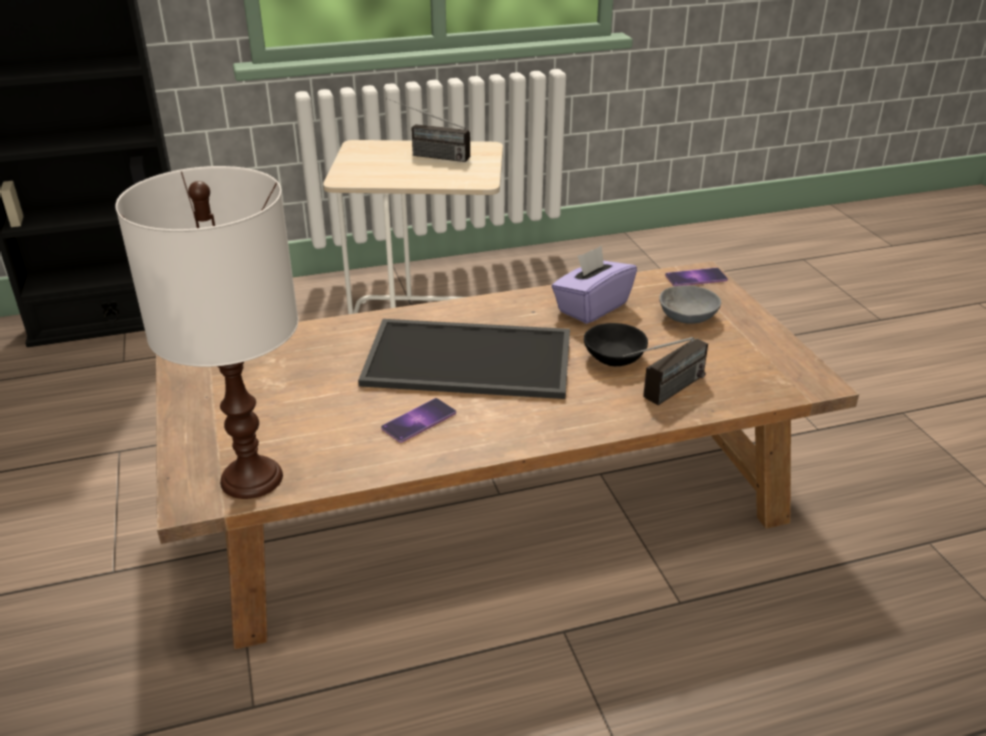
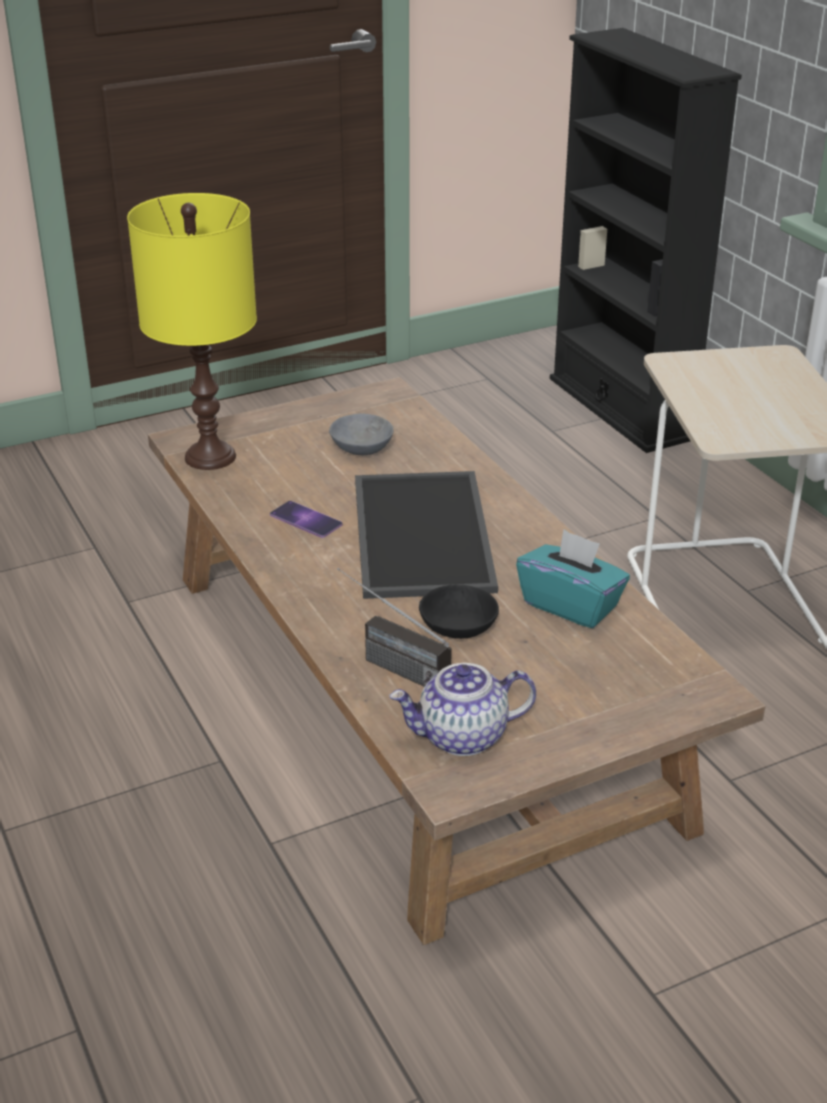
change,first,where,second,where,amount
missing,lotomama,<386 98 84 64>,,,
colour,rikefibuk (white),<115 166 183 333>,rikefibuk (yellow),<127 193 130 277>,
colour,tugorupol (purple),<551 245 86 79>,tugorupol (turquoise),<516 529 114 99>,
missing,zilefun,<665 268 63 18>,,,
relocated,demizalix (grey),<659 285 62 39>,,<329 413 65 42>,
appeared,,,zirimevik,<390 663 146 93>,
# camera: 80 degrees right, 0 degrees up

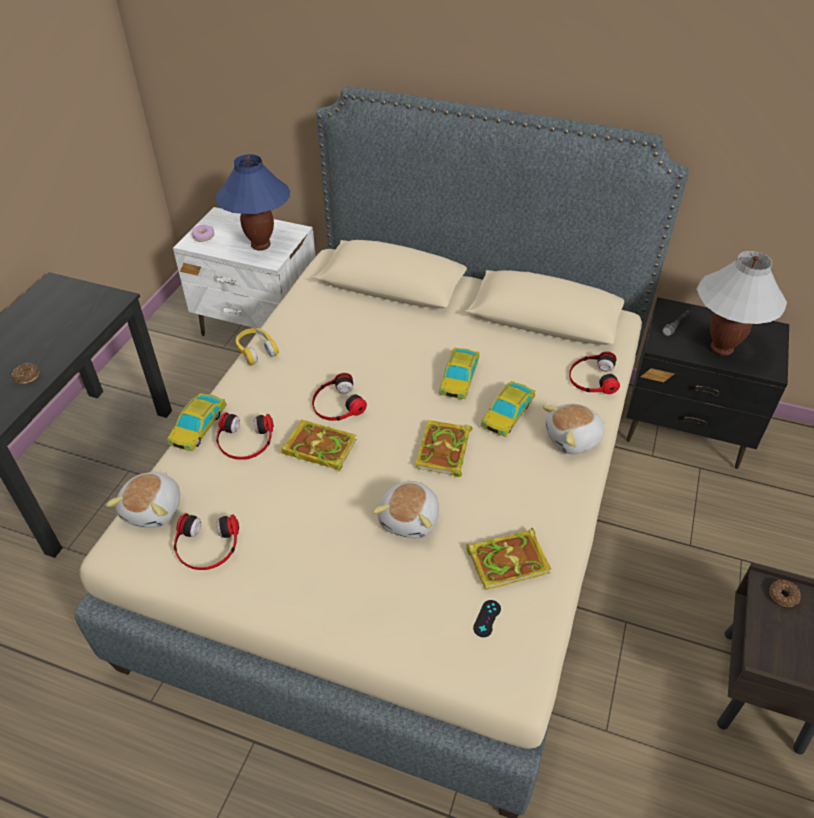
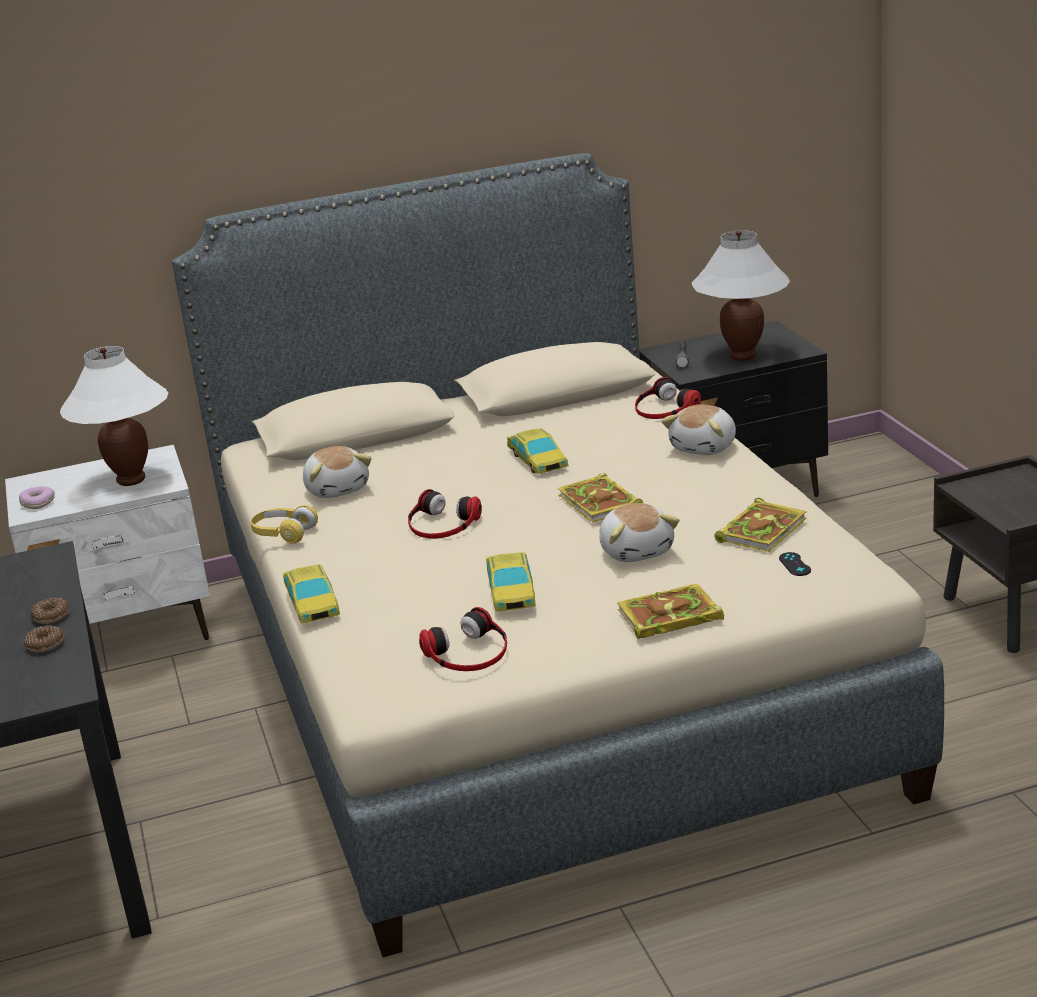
change,first,where,second,where,amount
colour,rikefibuk (blue),<215 154 75 97>,rikefibuk (white),<60 346 108 140>,
relocated,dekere,<481 381 54 56>,,<486 552 50 59>,
missing,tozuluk,<216 412 58 48>,,,
relocated,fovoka,<281 420 76 51>,,<617 584 107 55>,
relocated,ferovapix,<106 472 74 56>,,<303 446 69 52>,
relocated,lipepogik,<770 580 31 27>,,<30 598 39 26>,
# camera: 35 degrees left, 20 degrees down

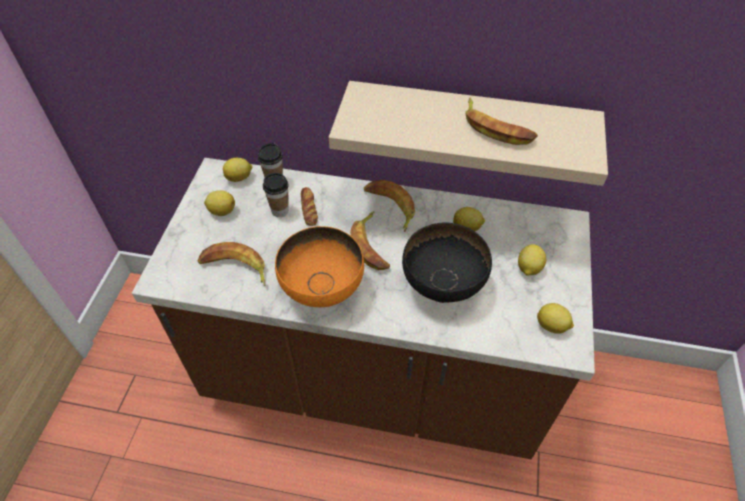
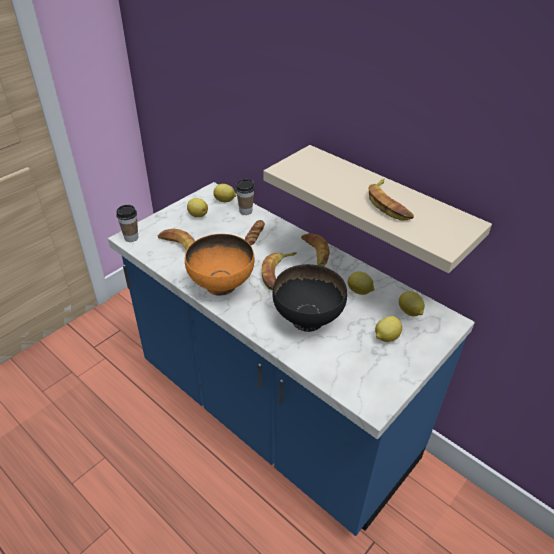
change,first,where,second,where,amount
colour,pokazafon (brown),<132 158 463 301>,pokazafon (blue),<108 182 367 354>,
relocated,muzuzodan,<263 173 26 44>,,<116 205 23 37>,
relocated,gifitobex,<537 303 37 31>,,<399 291 26 25>,
# camera: 30 degrees right, 10 degrees down

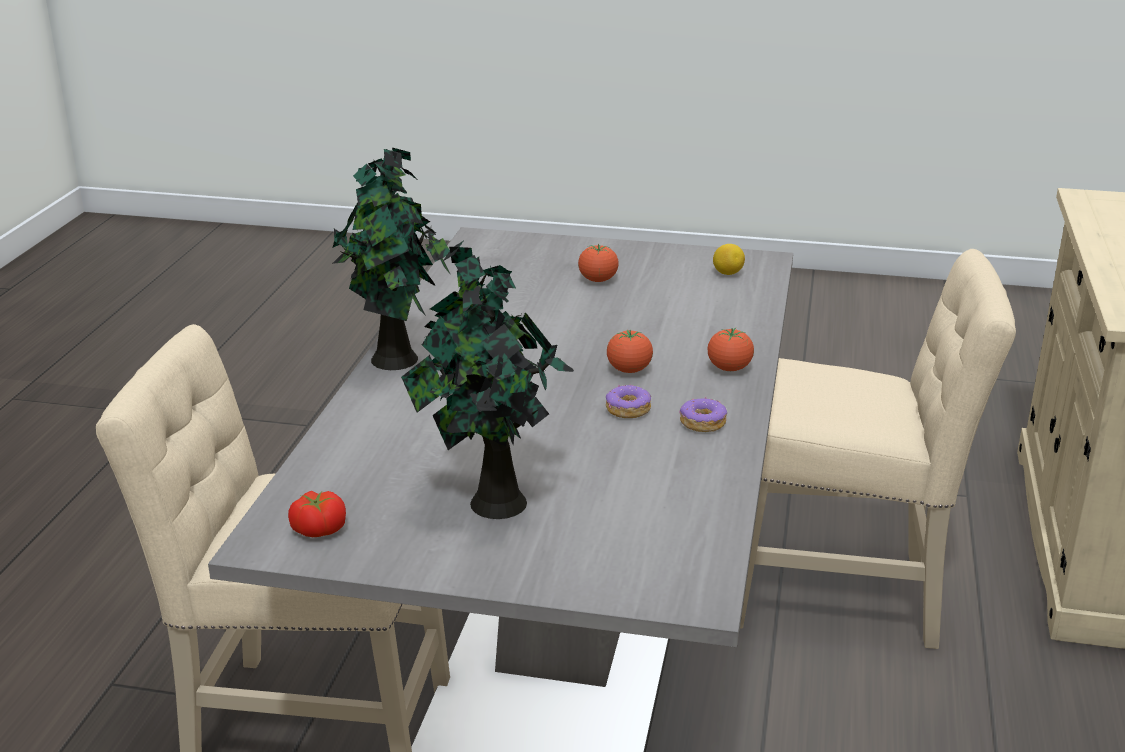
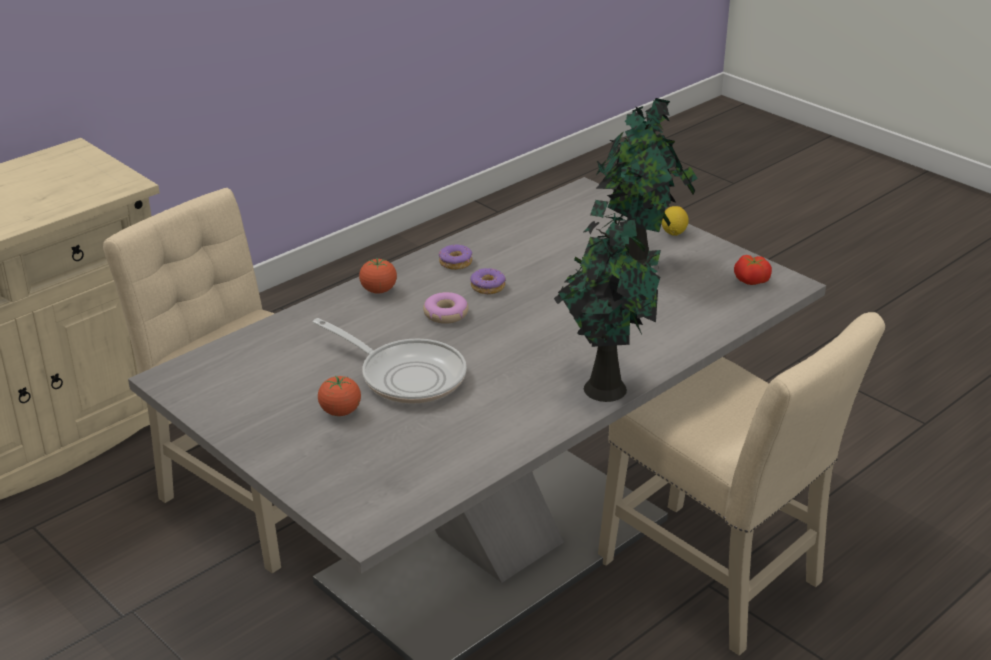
change,first,where,second,where,amount
relocated,gifitobex,<713 244 32 31>,,<662 206 27 30>,
exchanged,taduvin,<607 330 46 43>,lipepogik,<423 292 46 32>,
appeared,,,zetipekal,<313 318 154 86>,
# camera: 145 degrees left, 5 degrees up

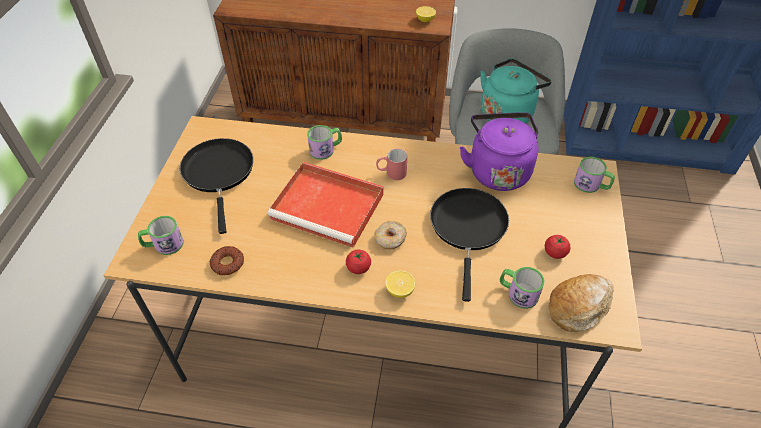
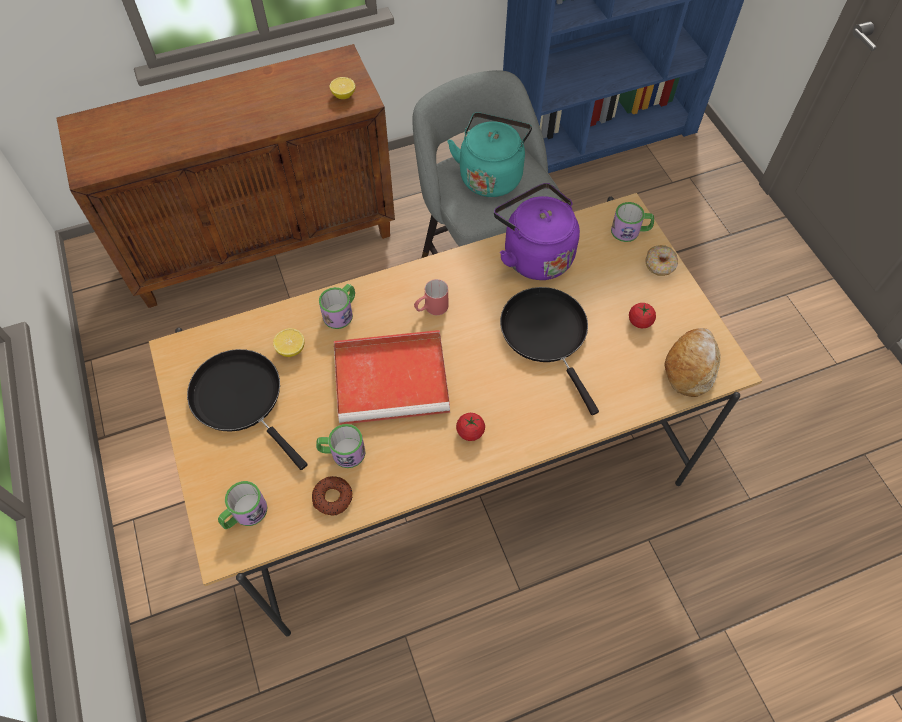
change,first,where,second,where,amount
relocated,lipepogik,<374 221 33 28>,,<646 245 32 31>,
relocated,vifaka,<500 267 45 42>,,<316 424 49 44>,
relocated,gifitobex,<385 270 30 28>,,<273 328 32 29>,
# camera: 30 degrees left, 10 degrees up

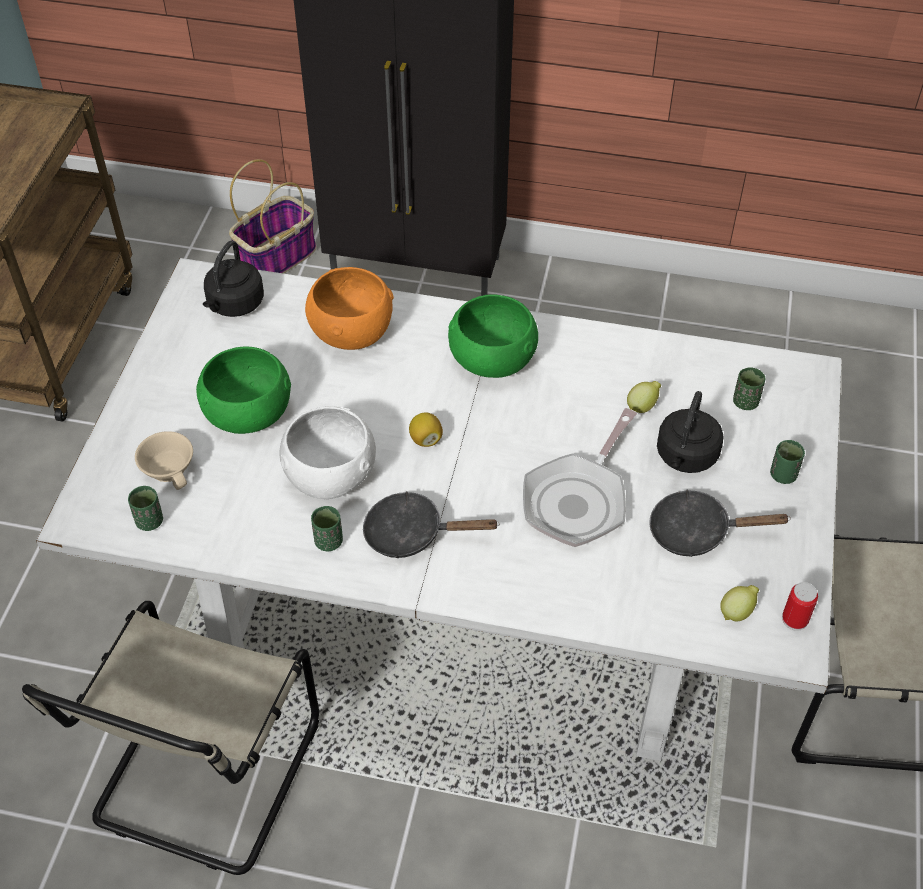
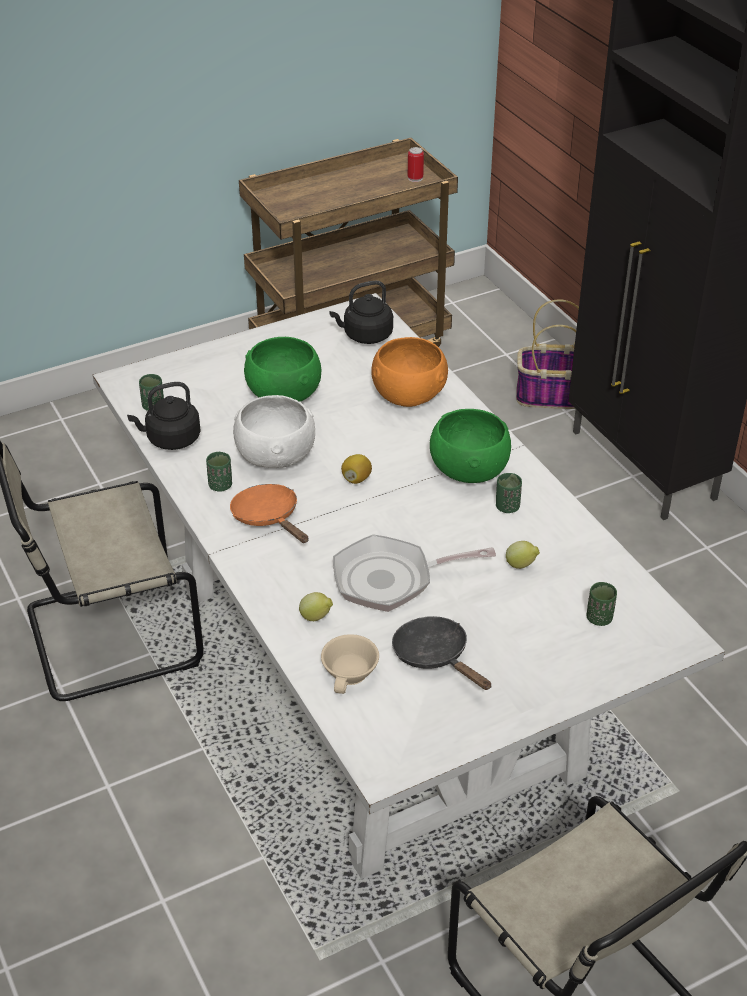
change,first,where,second,where,amount
relocated,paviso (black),<657 391 67 82>,,<127 382 74 68>,
relocated,muzuzodan (beige),<135 431 58 59>,,<321 634 58 60>,
relocated,muzuzodan (green),<770 440 35 44>,,<496 473 26 40>,
colour,zetipekal (black),<363 491 136 67>,zetipekal (orange),<230 484 79 59>,
relocated,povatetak,<782 582 36 49>,,<408 147 16 35>,
relocated,gifitobex,<720 585 39 36>,,<299 592 34 29>,
# camera: 50 degrees right, 10 degrees down

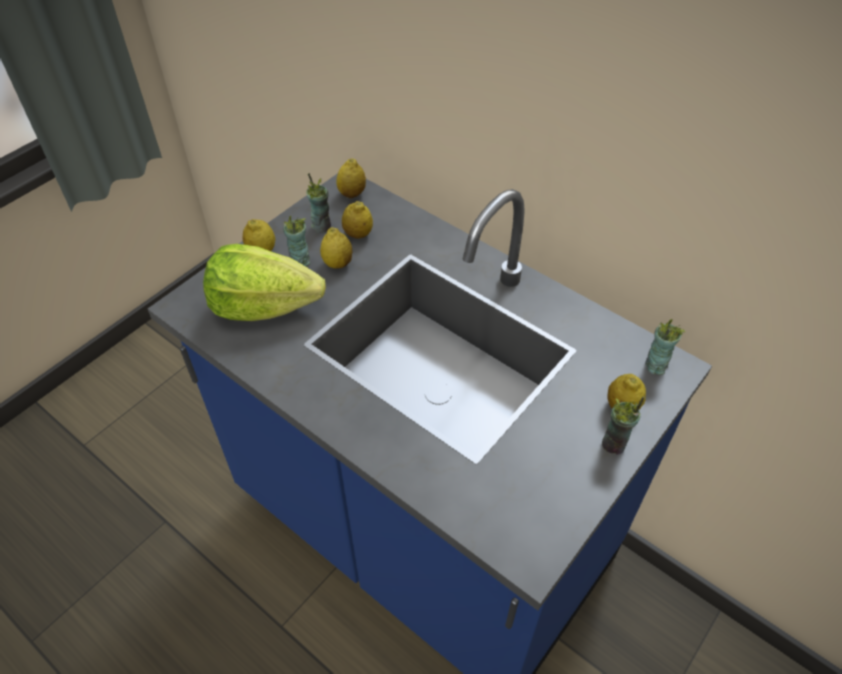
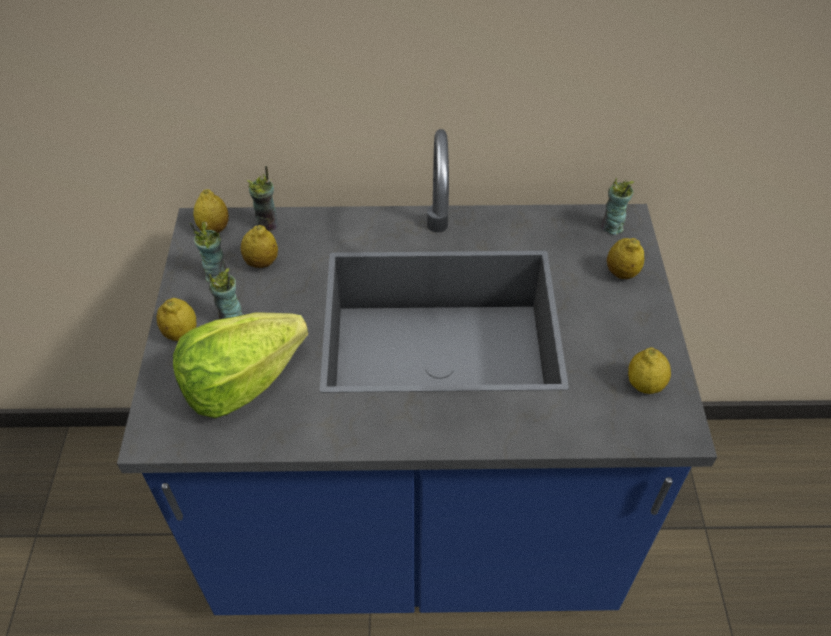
change,first,where,second,where,amount
relocated,gifitobex,<320 227 32 42>,,<628 347 43 47>,
relocated,muzuzodan,<602 397 42 58>,,<247 166 31 65>,
# camera: 40 degrees left, 0 degrees up

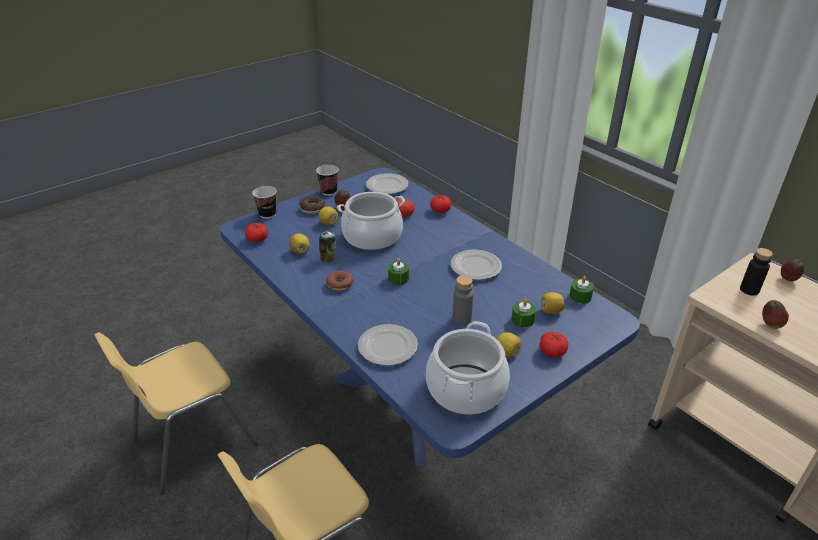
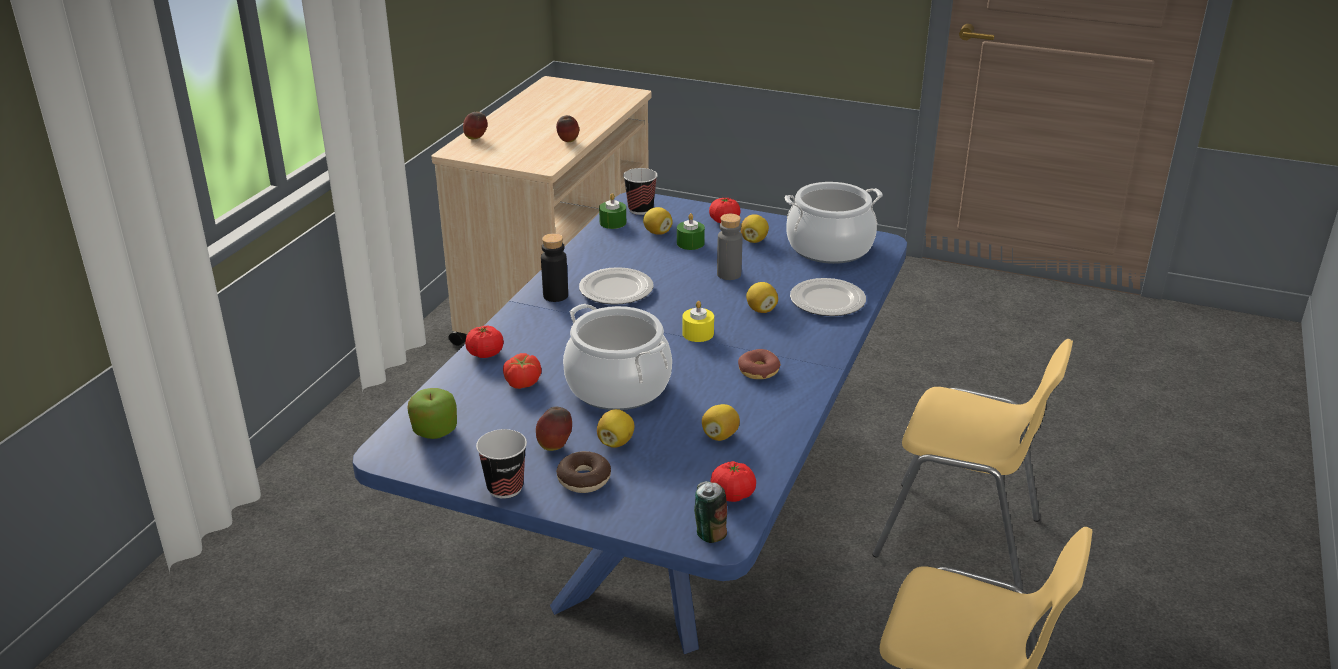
change,first,where,second,where,amount
exchanged,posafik,<366 173 42 21>,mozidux,<407 388 50 51>,
relocated,muzuzodan,<252 186 25 33>,,<623 168 35 47>,
relocated,povatetak,<319 231 17 31>,,<694 481 33 62>,
relocated,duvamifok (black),<740 248 33 48>,,<541 233 27 69>,
colour,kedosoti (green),<388 258 21 27>,kedosoti (yellow),<682 301 32 41>,
appeared,,,gifitobex,<746 282 32 31>,
# camera: 120 degrees left, 5 degrees down

